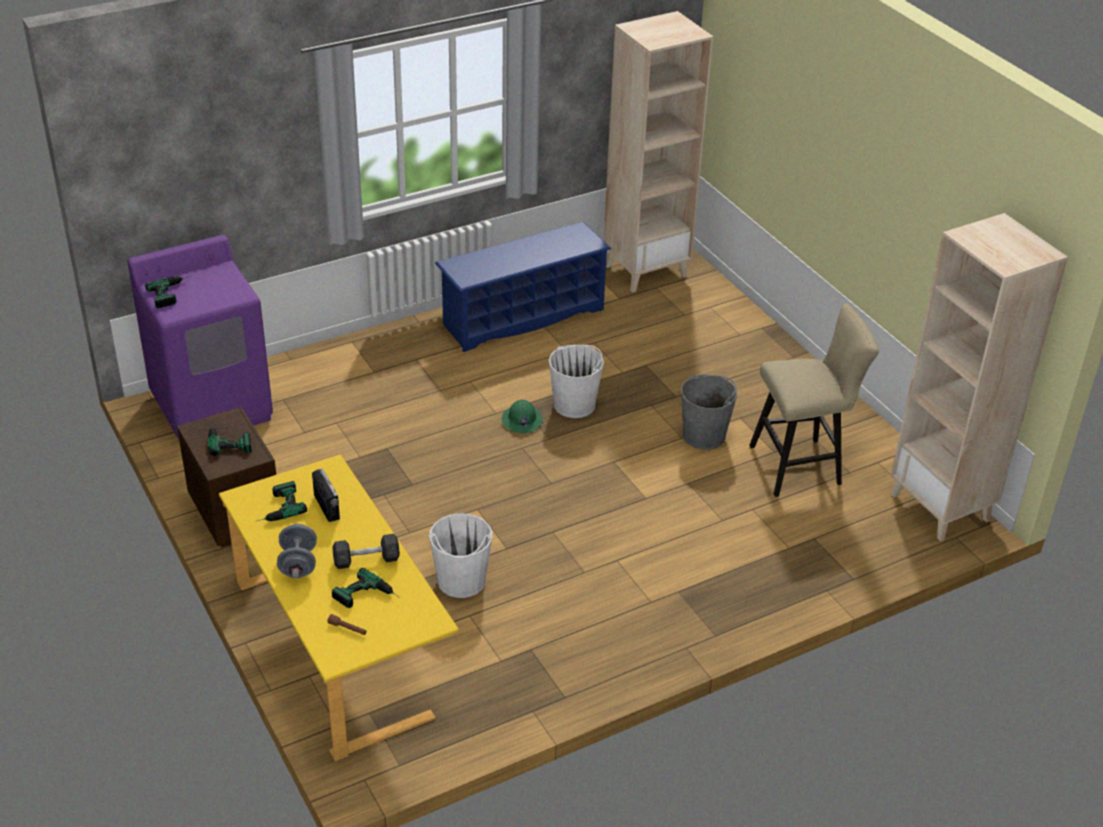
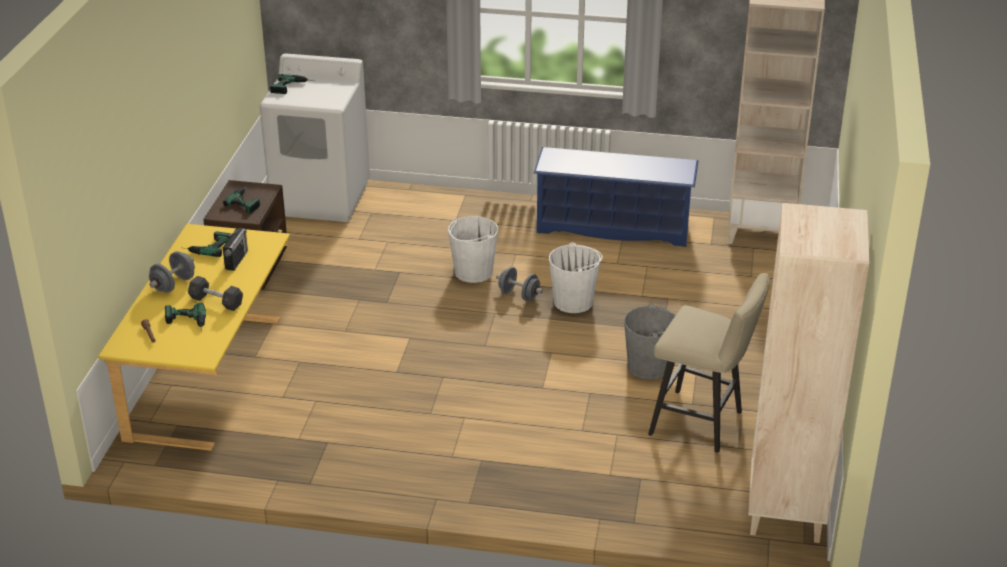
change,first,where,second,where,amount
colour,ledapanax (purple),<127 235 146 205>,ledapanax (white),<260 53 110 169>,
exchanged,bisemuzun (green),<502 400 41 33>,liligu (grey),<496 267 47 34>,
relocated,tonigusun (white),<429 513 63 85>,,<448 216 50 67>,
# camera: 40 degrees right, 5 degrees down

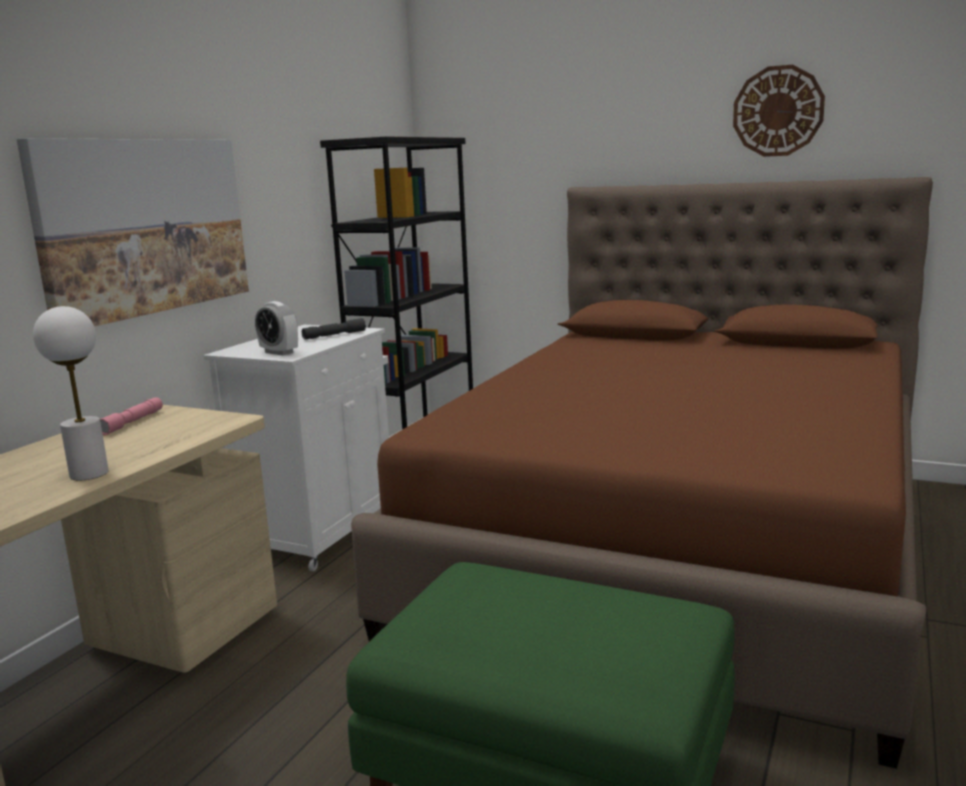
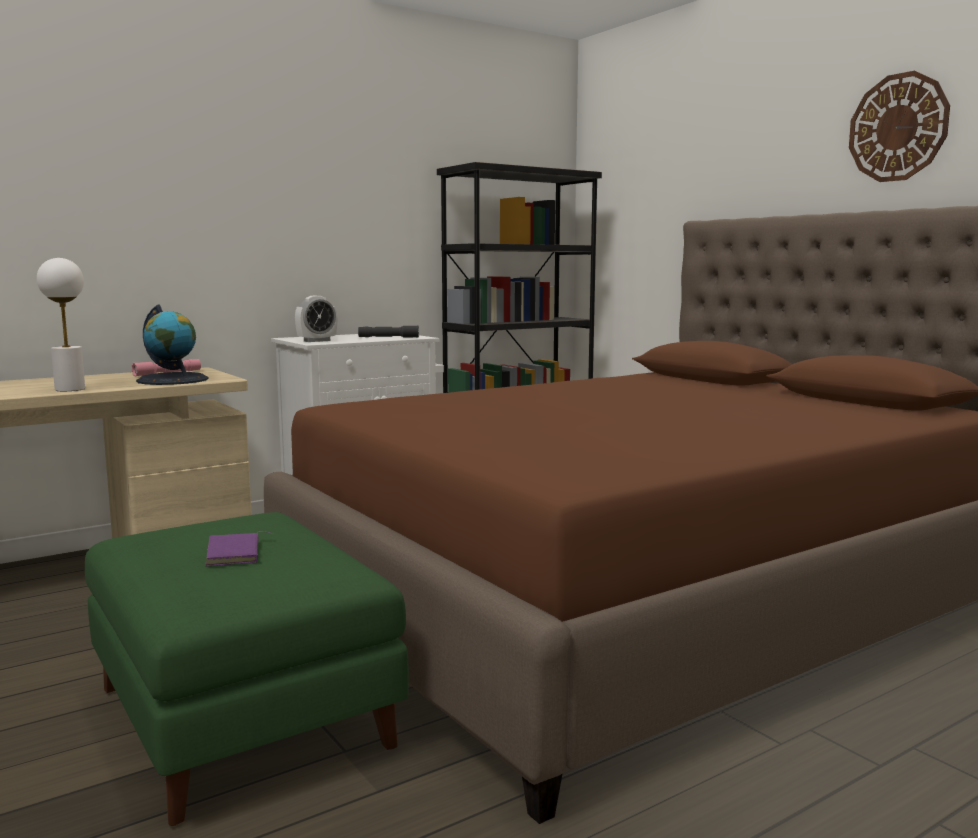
change,first,where,second,where,amount
missing,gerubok,<17 138 232 188>,,,
spun,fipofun,<255 301 43 54>,,<295 296 42 46>,105 degrees counterclockwise
appeared,,,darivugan,<136 305 73 80>,
appeared,,,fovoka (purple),<205 531 68 35>,
# camera: 30 degrees right, 5 degrees down

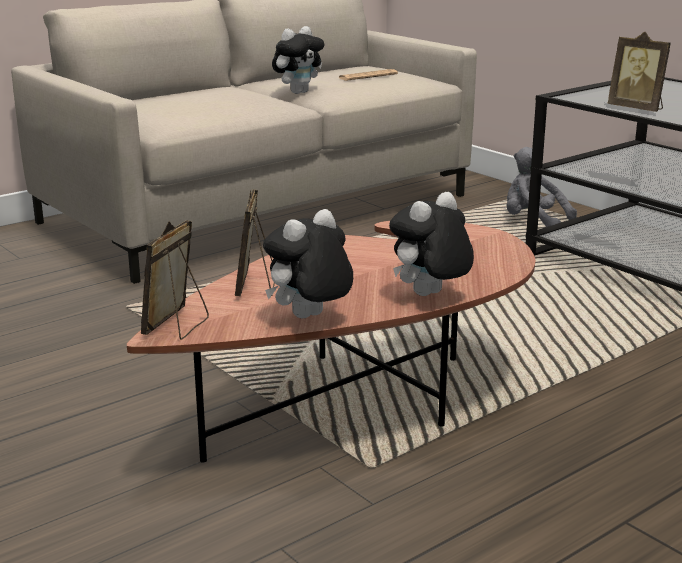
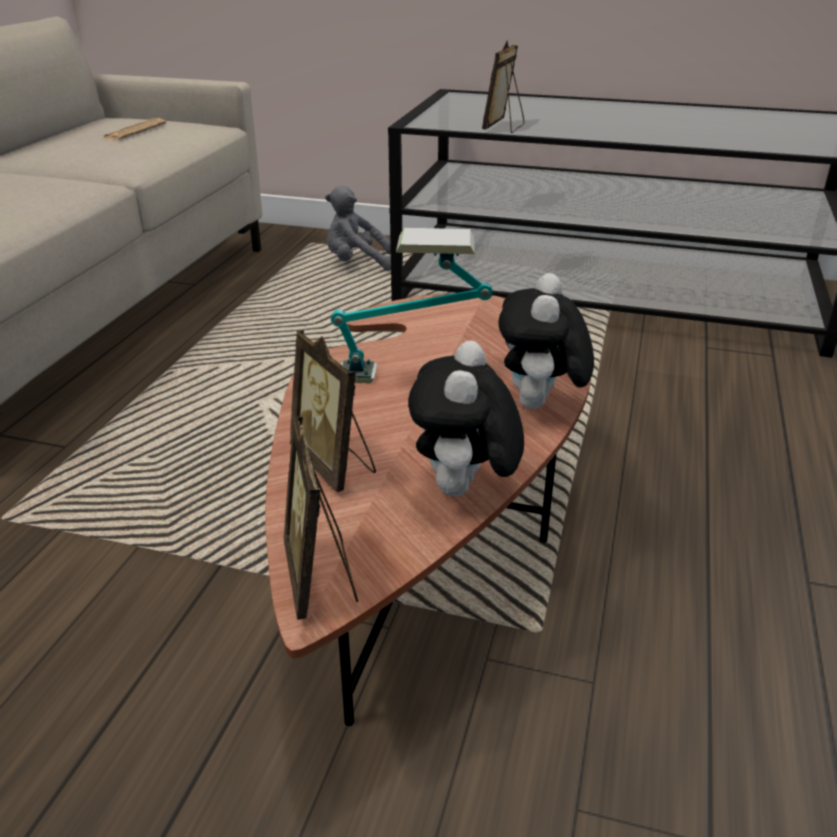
change,first,where,second,where,amount
missing,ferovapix,<272 26 52 68>,,,
spun,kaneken,<607 32 64 80>,,<482 41 42 92>,105 degrees clockwise
appeared,,,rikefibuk,<331 228 162 155>,
# camera: 35 degrees left, 10 degrees up

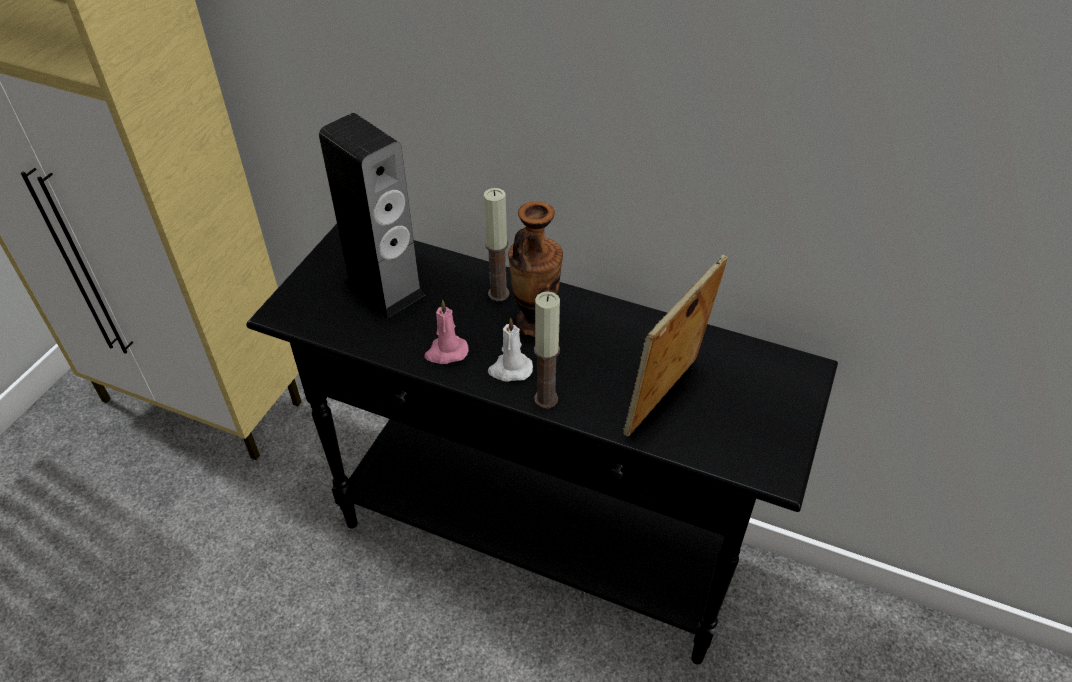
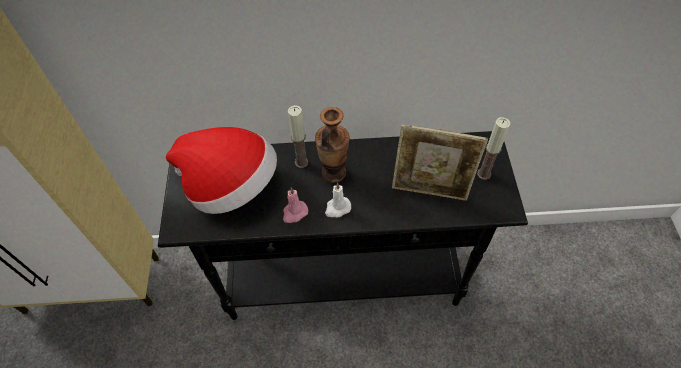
change,first,where,second,where,amount
exchanged,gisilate,<319 113 107 206>,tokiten,<165 127 112 87>,
spun,kaneken,<623 255 105 181>,,<392 124 96 77>,90 degrees counterclockwise
relocated,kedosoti,<534 291 26 117>,,<477 117 33 63>,
# camera: 25 degrees left, 10 degrees up

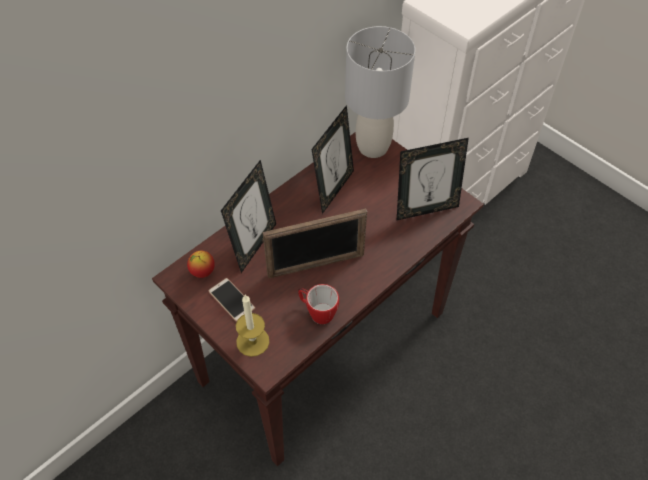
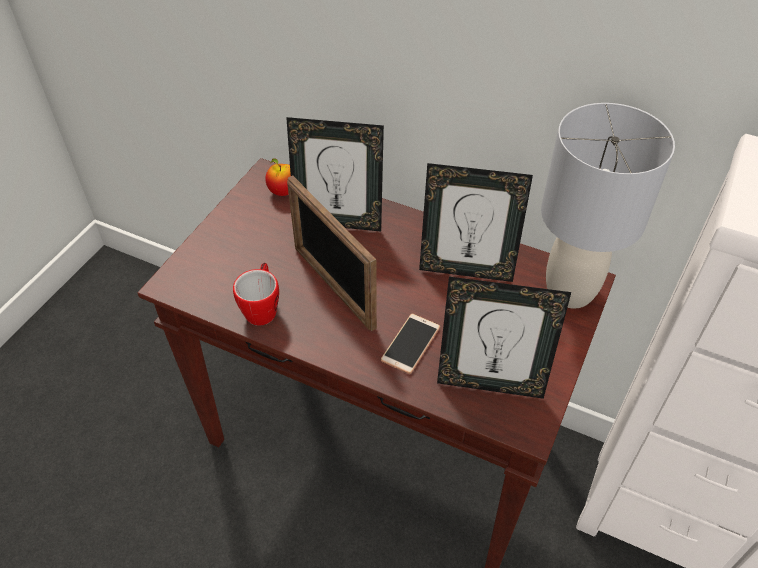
change,first,where,second,where,amount
spun,kaneken,<397 138 72 82>,,<437 277 134 122>,45 degrees counterclockwise
relocated,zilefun,<208 278 47 44>,,<381 314 59 60>,
missing,kedosoti,<236 295 34 62>,,,
# camera: 70 degrees right, 5 degrees down

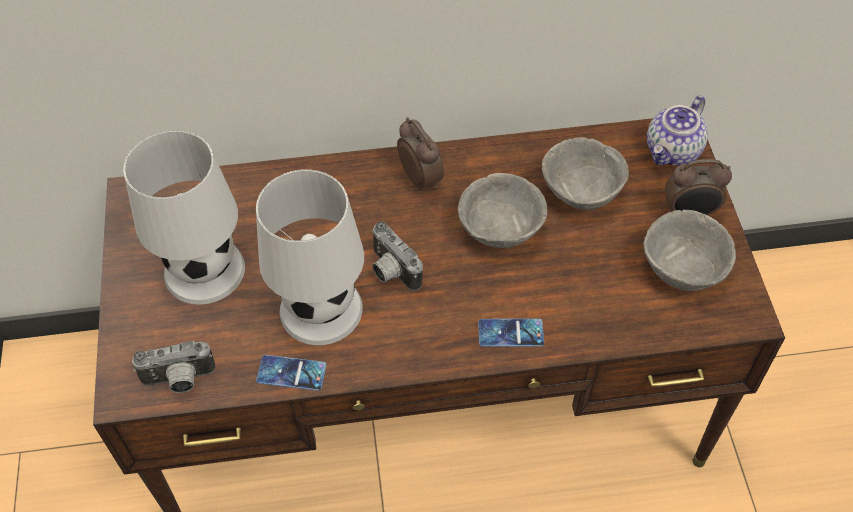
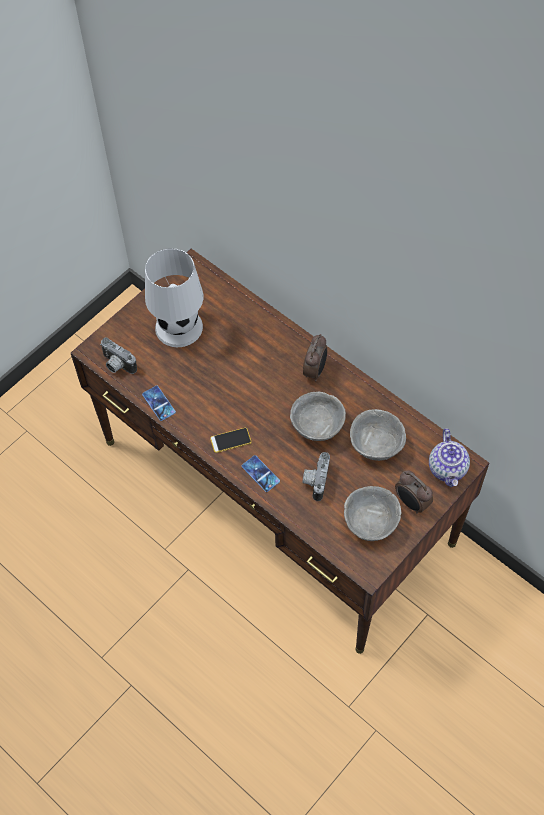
change,first,where,second,where,amount
spun,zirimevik,<647 95 61 71>,,<429 428 41 59>,90 degrees counterclockwise
missing,rikefibuk (white),<256 169 108 176>,,,
relocated,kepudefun,<371 221 52 70>,,<302 452 28 49>,
appeared,,,zilefun,<210 428 42 25>,
# camera: 50 degrees right, 5 degrees up

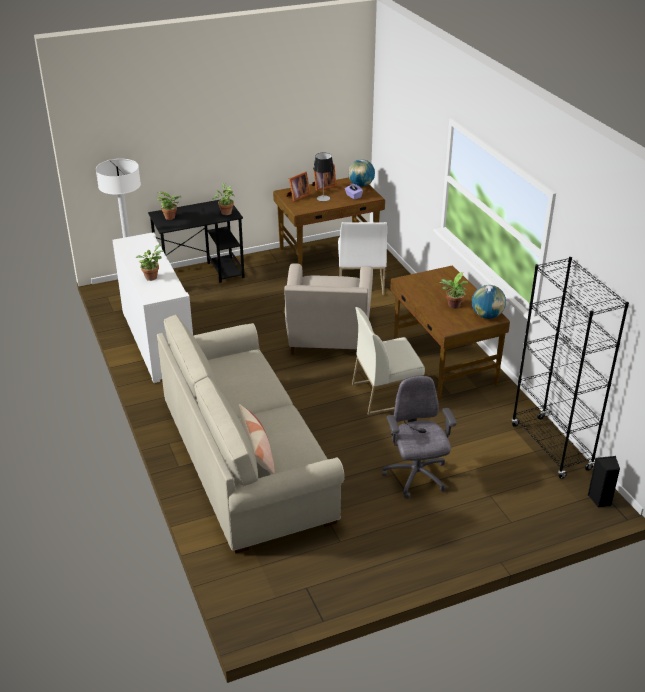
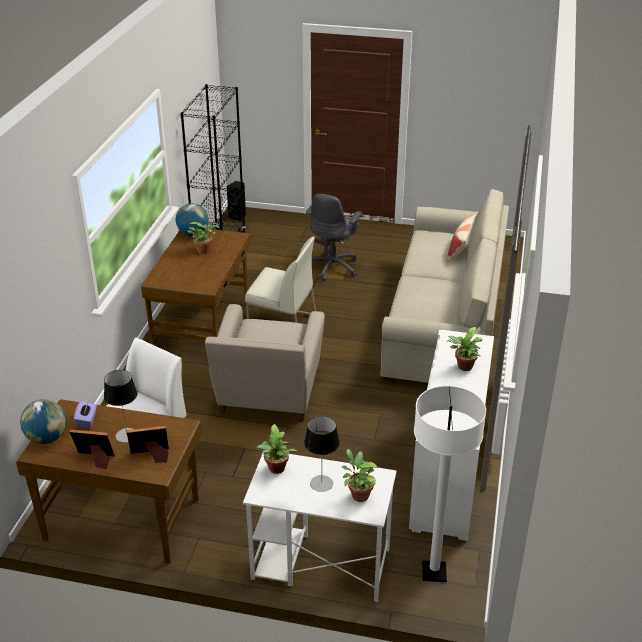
change,first,where,second,where,amount
colour,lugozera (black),<148 199 97 84>,lugozera (white),<243 453 154 149>,
spun,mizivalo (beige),<284 263 89 92>,,<205 304 120 118>,150 degrees clockwise
appeared,,,rikefibuk,<304 416 35 76>,
# camera: 145 degrees left, 0 degrees up

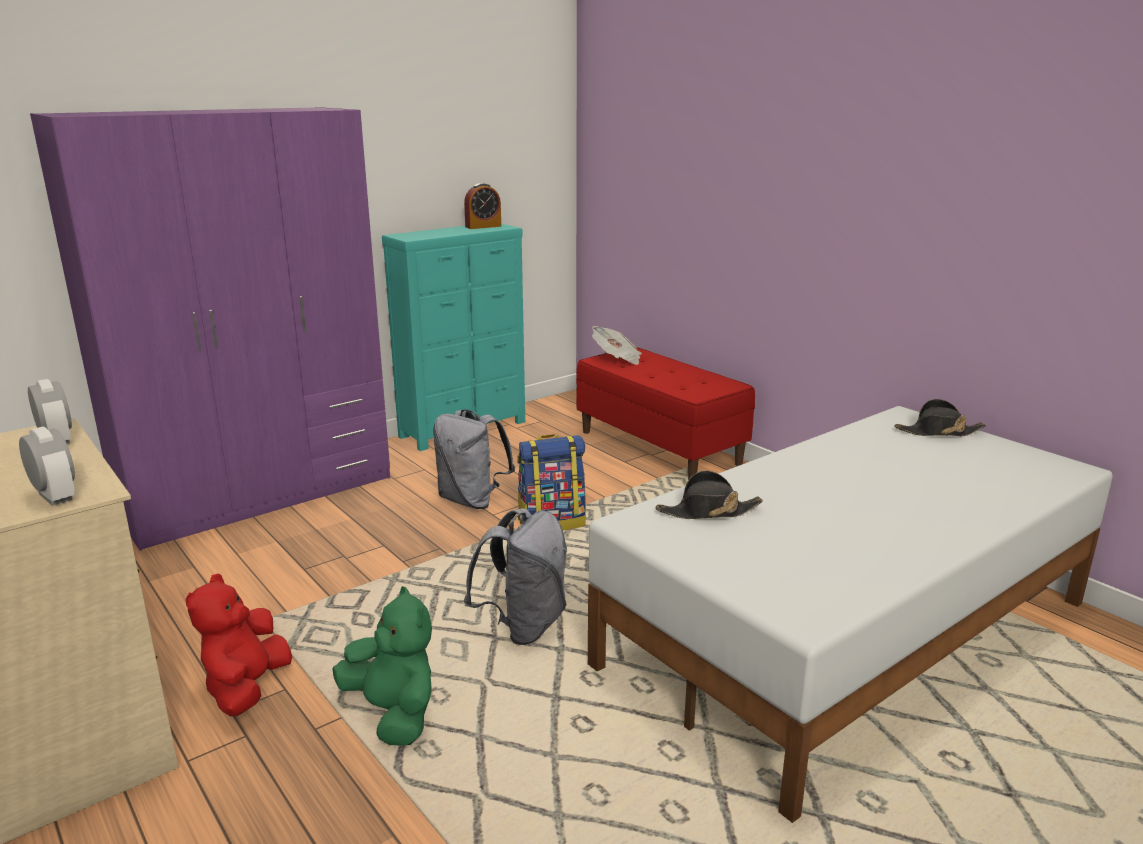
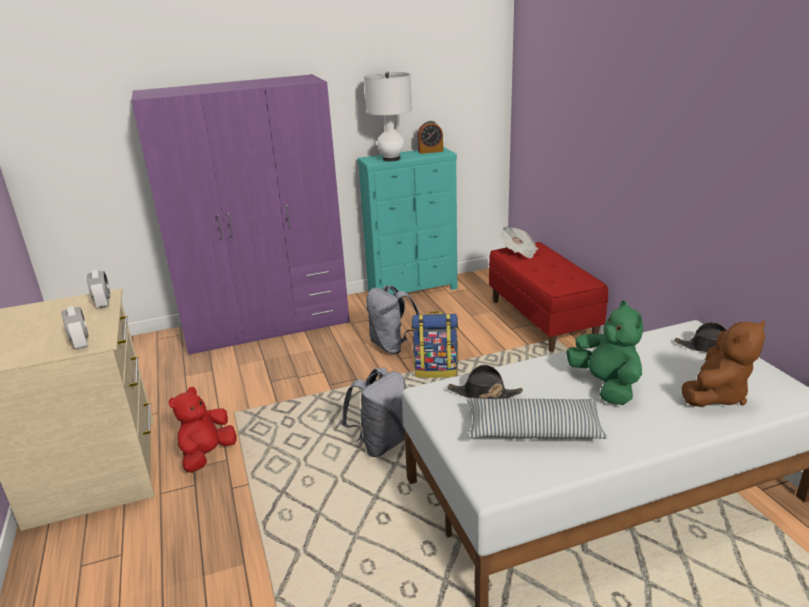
change,first,where,second,where,amount
relocated,ferovapix (green),<332 586 100 160>,,<566 300 77 105>,
appeared,,,rikefibuk (white),<364 72 48 89>,
appeared,,,ferovapix (brown),<682 320 83 87>,
appeared,,,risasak,<467 398 141 41>,
# camera: 20 degrees right, 5 degrees up

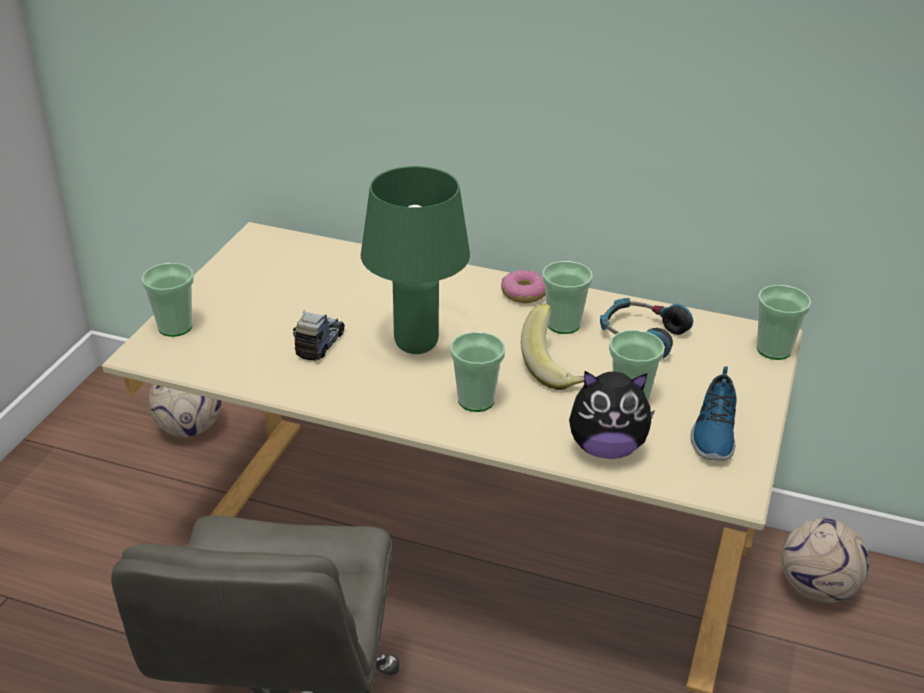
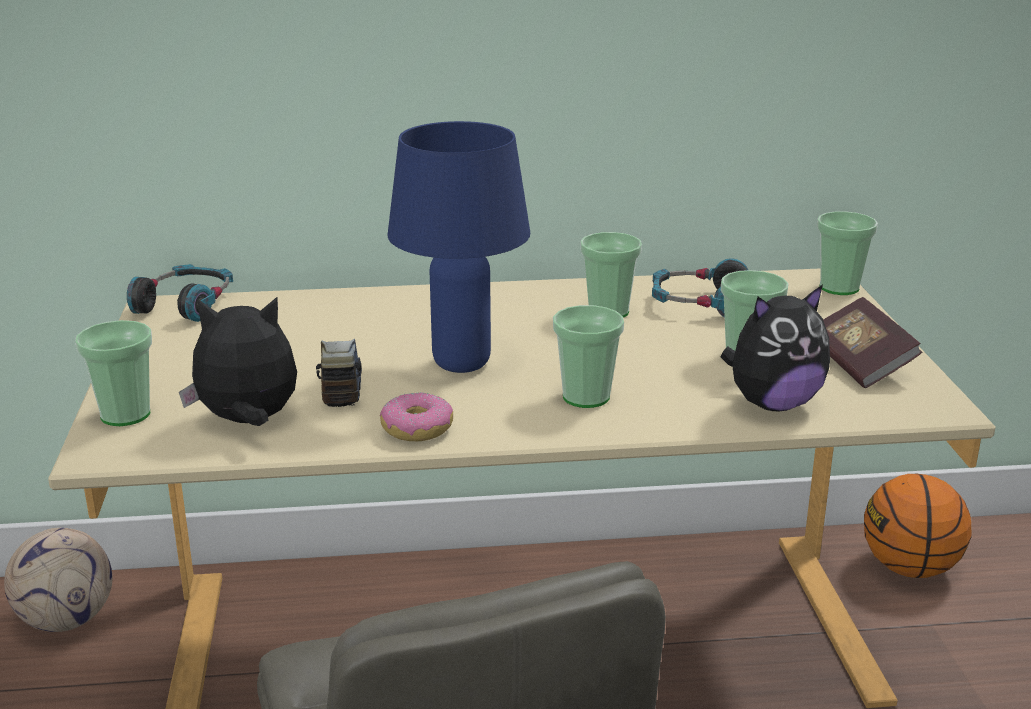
change,first,where,second,where,amount
colour,rikefibuk (green),<361 166 109 188>,rikefibuk (blue),<387 121 143 252>,
relocated,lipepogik,<501 270 45 33>,,<380 392 73 49>,
missing,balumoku,<521 304 72 86>,,,
exchanged,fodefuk,<690 366 47 95>,fovoka,<823 297 99 91>,
exchanged,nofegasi,<782 518 87 85>,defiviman,<864 474 107 104>,
appeared,,,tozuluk,<127 264 106 58>,
appeared,,,ferovapix,<179 297 118 129>,
# camera: 25 degrees left, 10 degrees down

